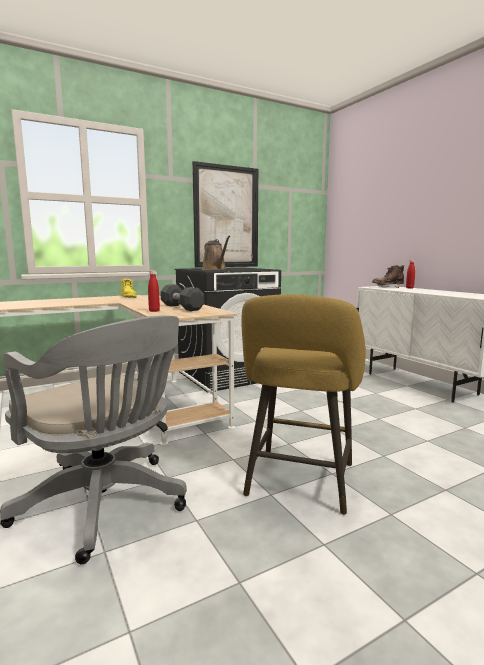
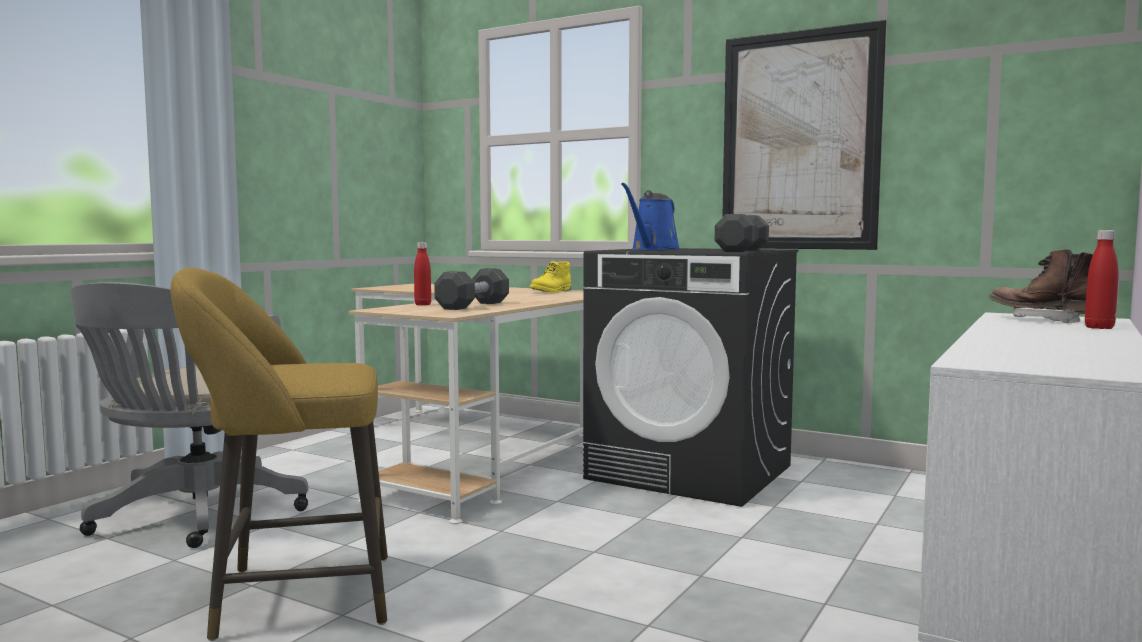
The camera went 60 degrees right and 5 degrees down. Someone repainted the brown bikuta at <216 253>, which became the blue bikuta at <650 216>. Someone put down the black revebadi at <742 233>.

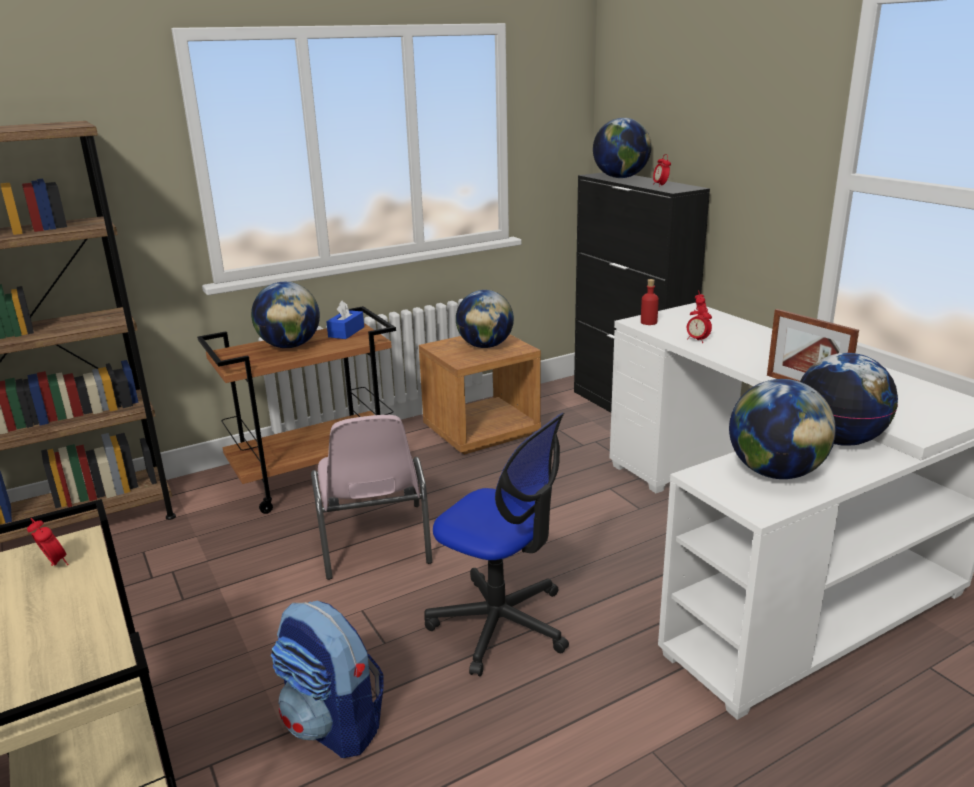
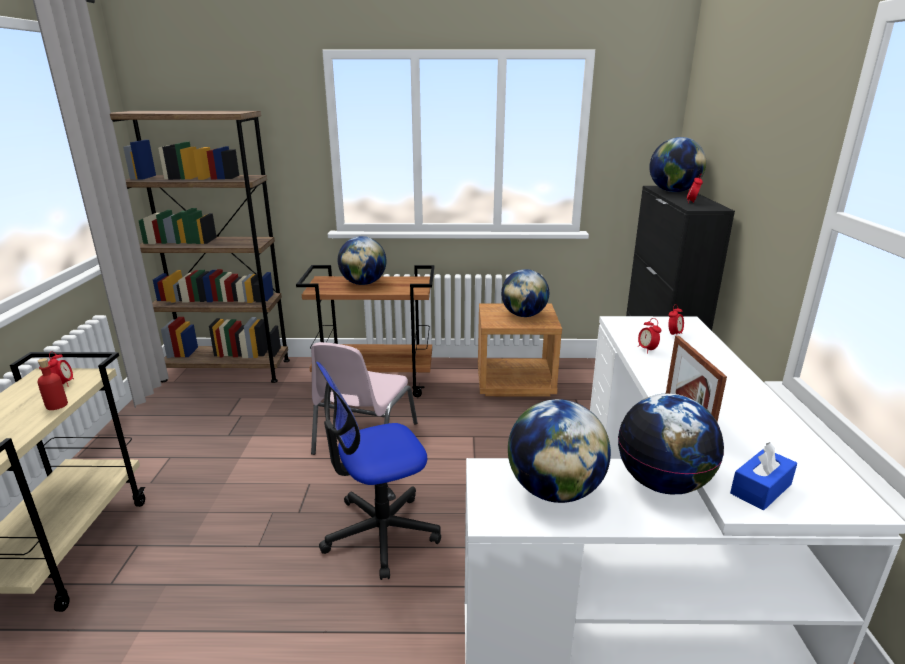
The camera went 30 degrees right and 0 degrees up. Someone carried the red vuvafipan from <650 302> to <52 384>. Someone rotated the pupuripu at <496 544> by 90 degrees clockwise. Someone carried the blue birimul from <345 319> to <763 476>. Someone took away the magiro at <327 679>.

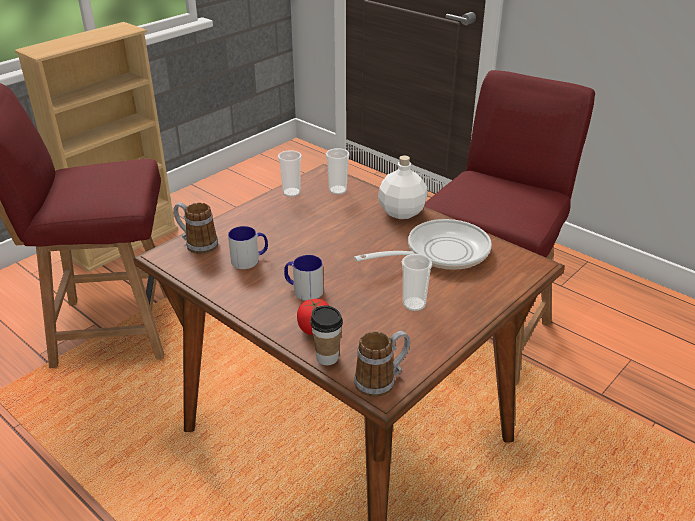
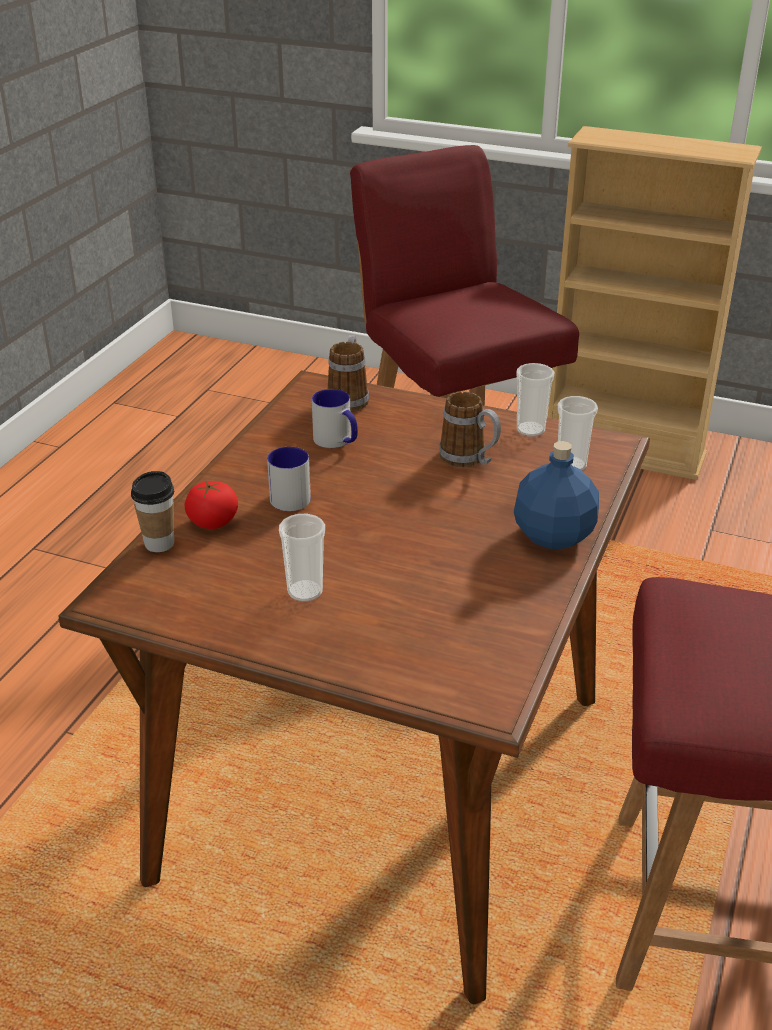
The camera went 70 degrees right and 0 degrees up. Someone carried the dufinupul from <382 364> to <470 429>. Someone repainted the white vuvafipan at <403 187>, which became the blue vuvafipan at <556 495>. Someone took away the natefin at <423 244>.

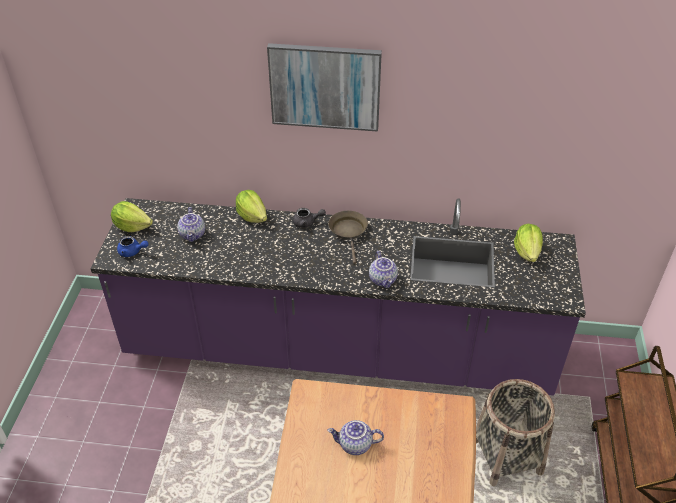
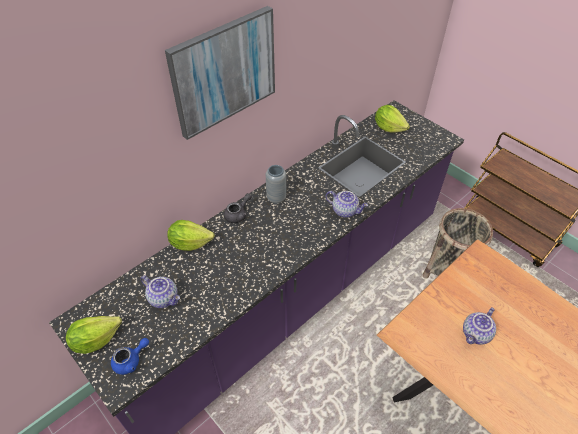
The camera went 50 degrees left and 5 degrees up. Someone swapped the brown natefin at <348 237> for the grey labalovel at <276 184>.

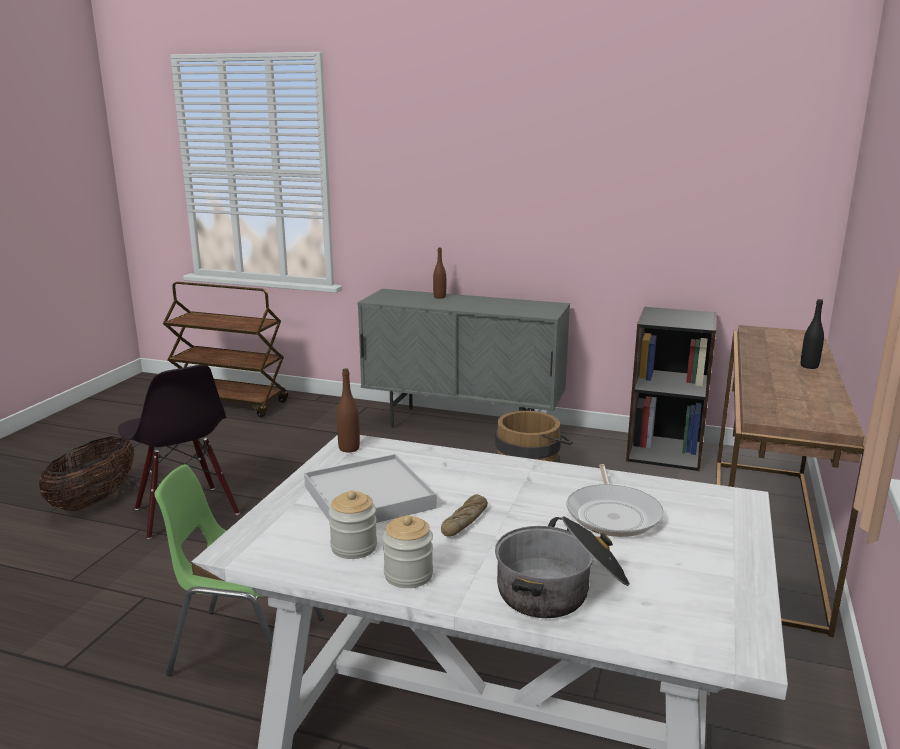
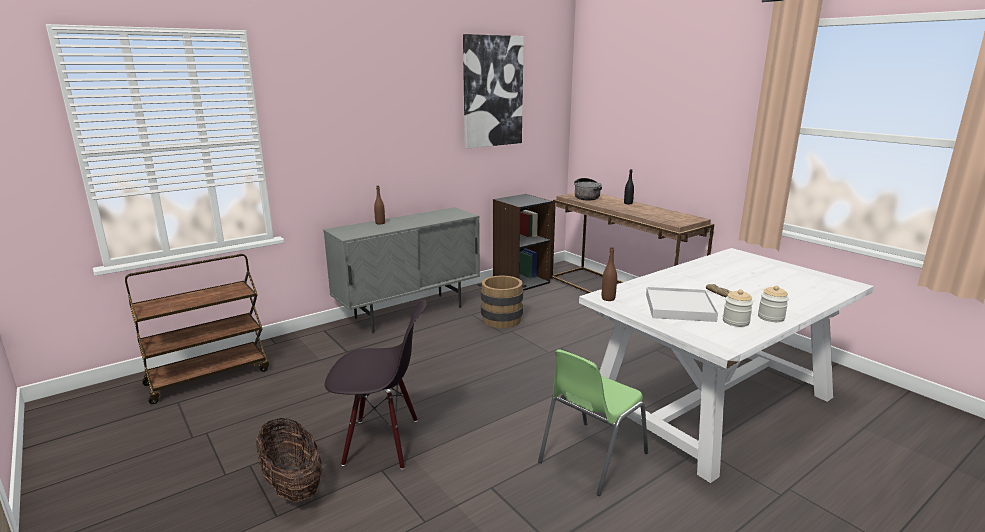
The camera went 55 degrees left and 0 degrees up. Someone put up the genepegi at <493 91>. Someone carried the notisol from <562 567> to <588 189>. Someone took away the natefin at <615 500>.

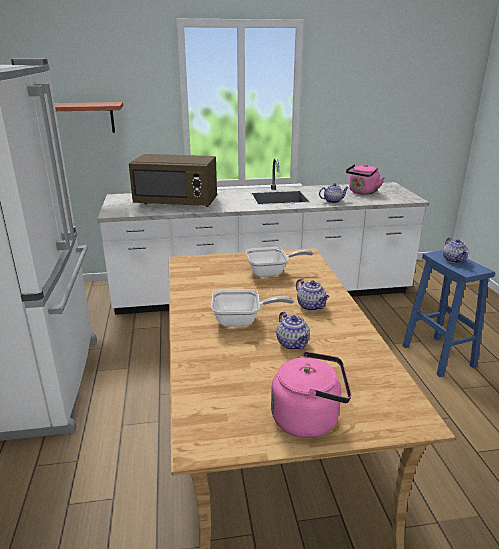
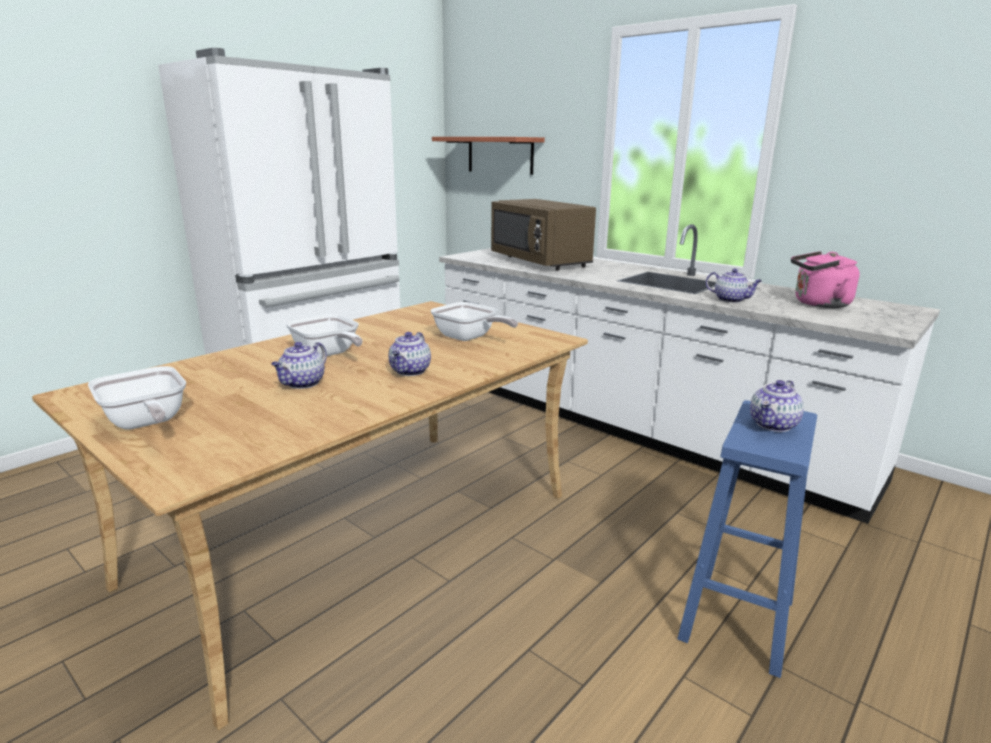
The camera went 50 degrees right and 5 degrees down. Someone swapped the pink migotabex at <311 394> for the natefin at <137 398>.

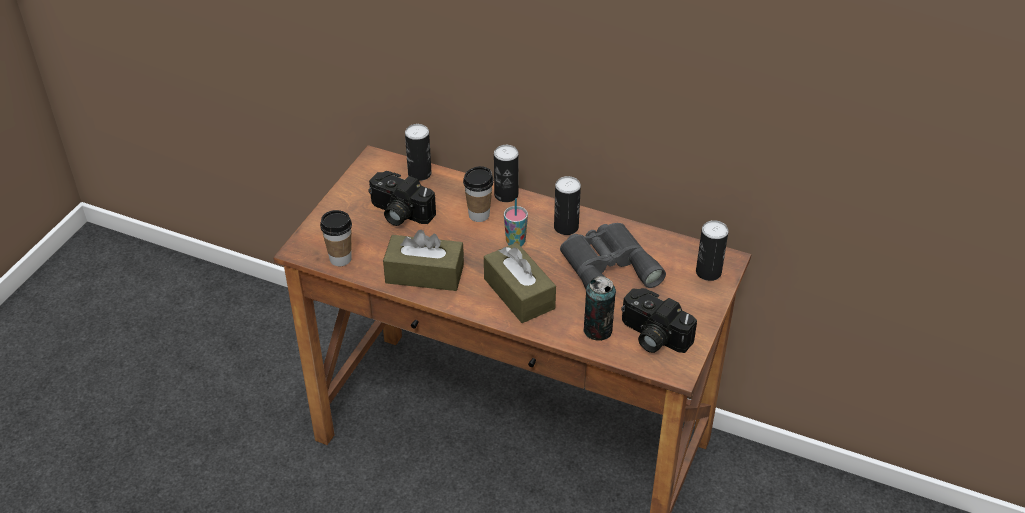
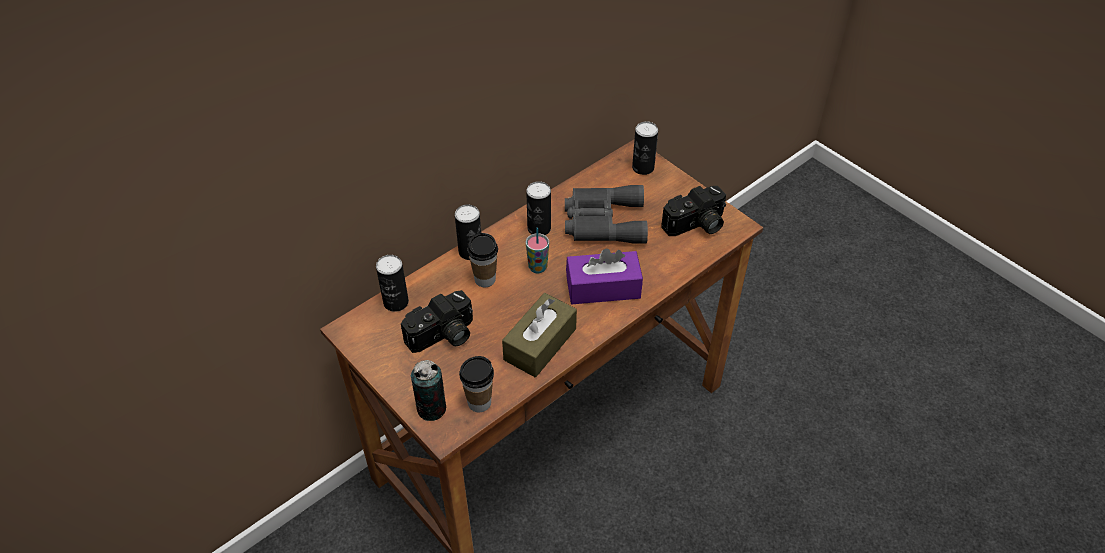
The camera went 65 degrees left and 5 degrees up. Someone carried the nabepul from <599 308> to <428 390>. Someone repainted the brown birimul at <520 282>, which became the purple birimul at <604 276>.

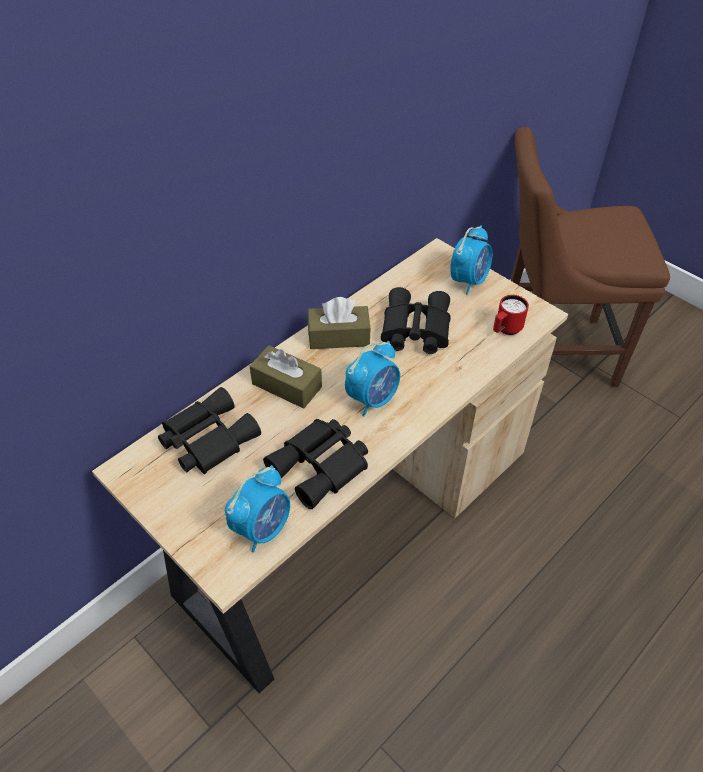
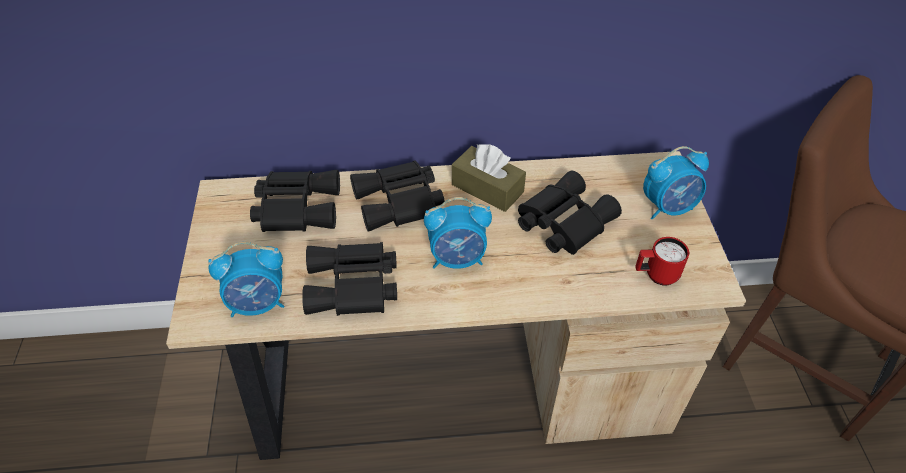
The camera went 40 degrees right and 0 degrees up. Someone swapped the brown birimul at <286 377> for the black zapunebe at <397 196>.

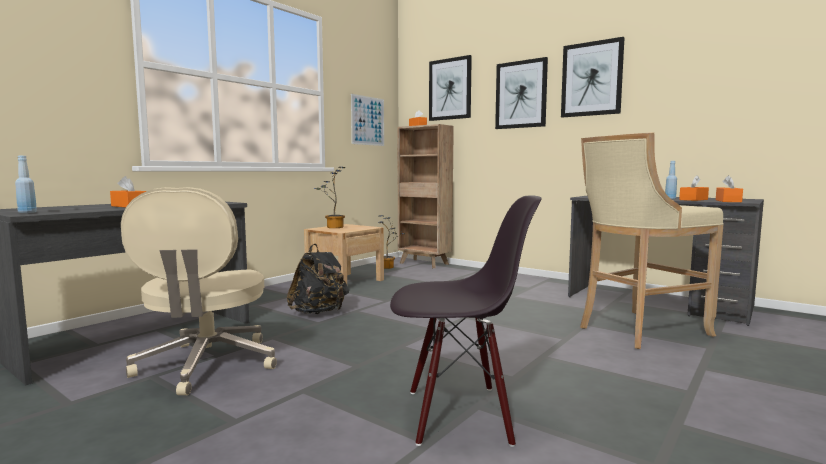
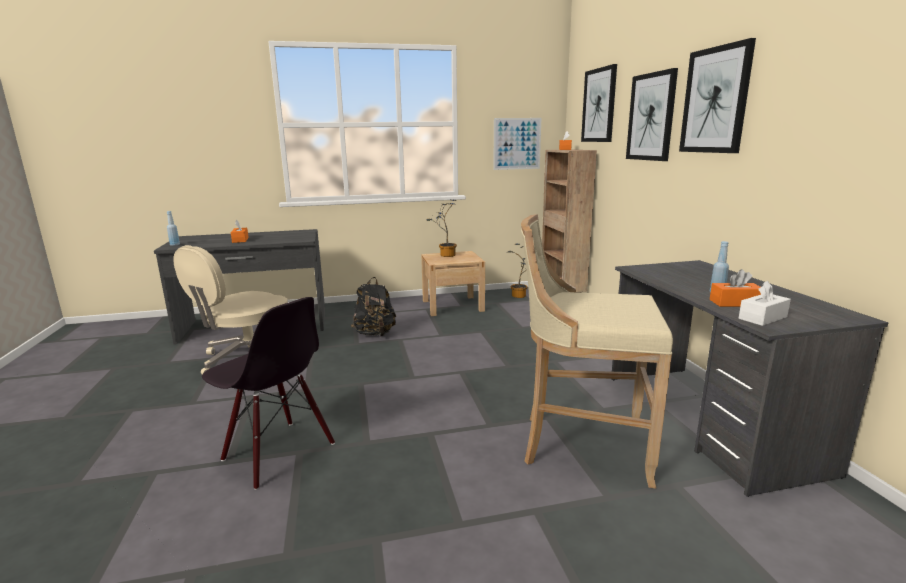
The camera went 40 degrees right and 10 degrees up. Someone repainted the orange birimul at <729 188>, which became the white birimul at <765 303>.

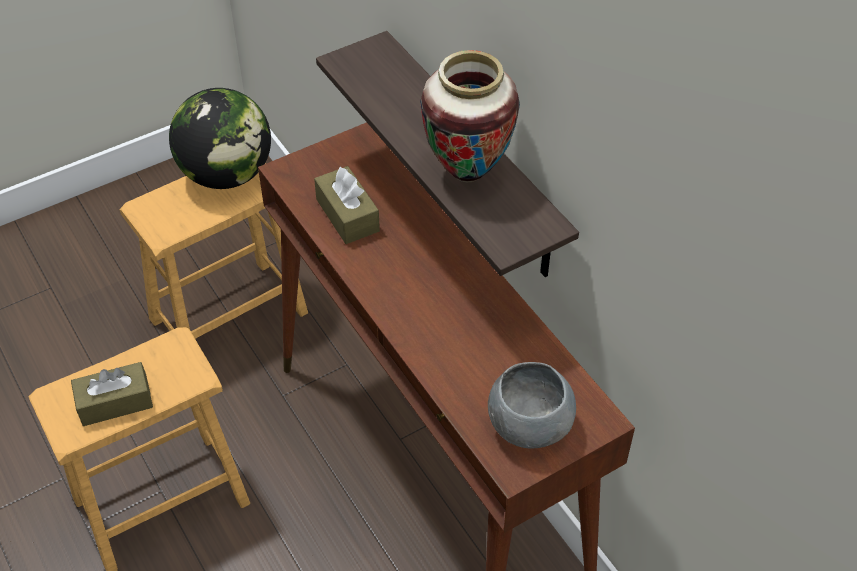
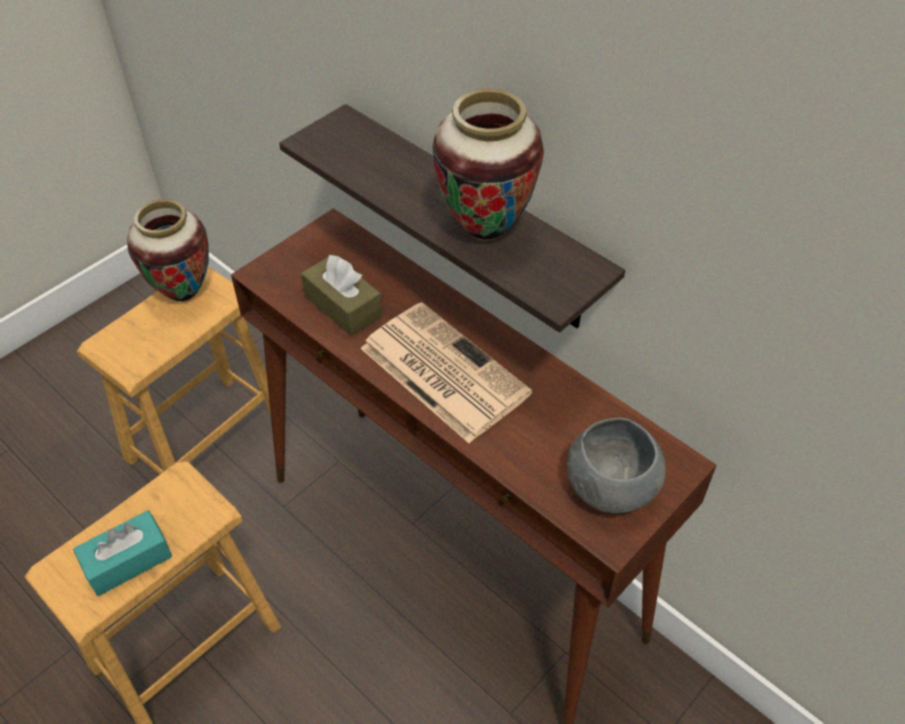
The camera went 15 degrees left and 0 degrees up. Someone repainted the brown birimul at <112 394>, which became the turquoise birimul at <122 553>. Someone swapped the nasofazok at <220 138> for the labalovel at <168 250>. Someone put down the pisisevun at <446 372>.

